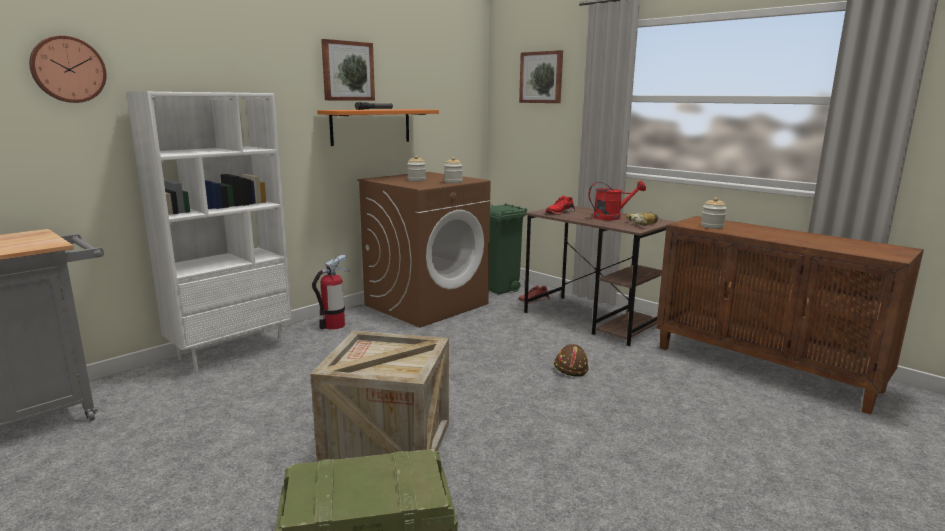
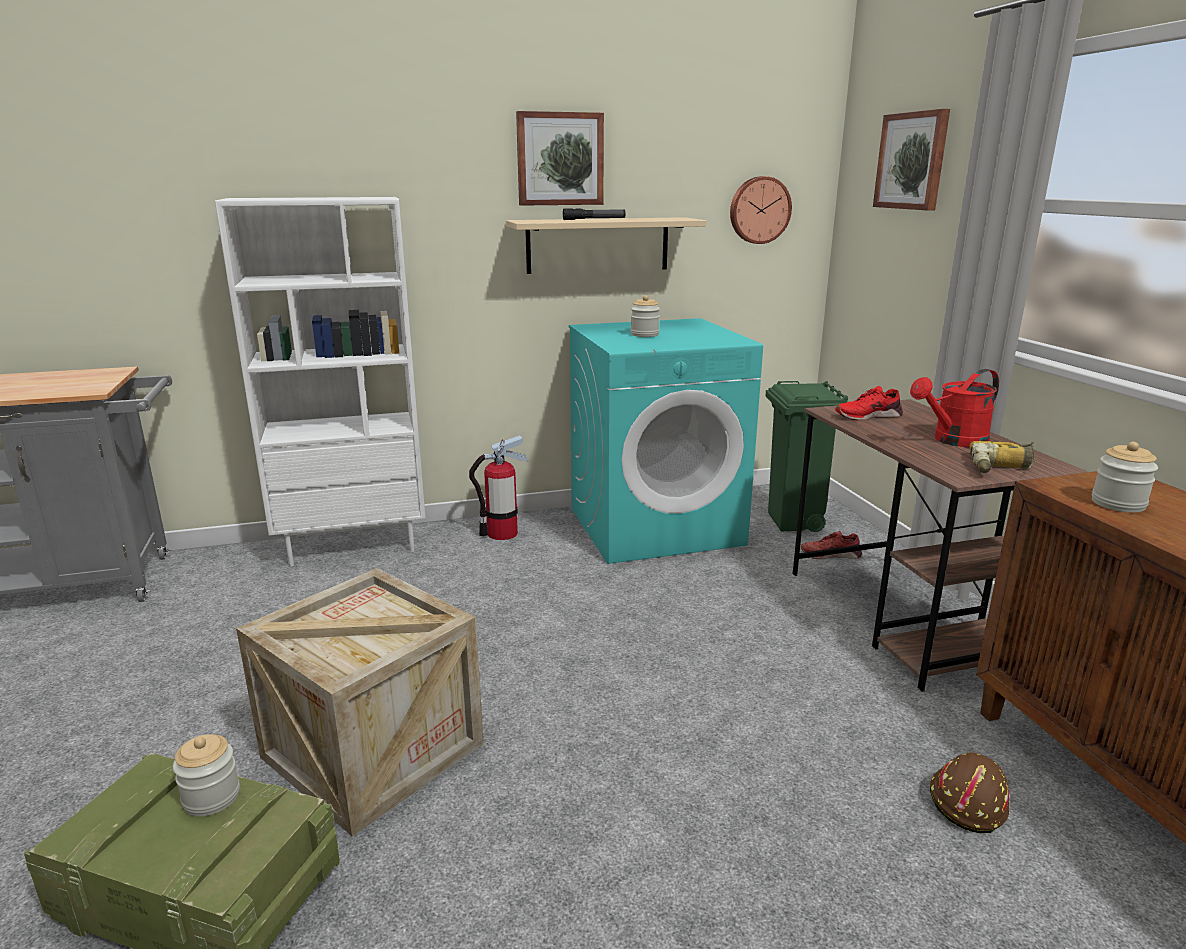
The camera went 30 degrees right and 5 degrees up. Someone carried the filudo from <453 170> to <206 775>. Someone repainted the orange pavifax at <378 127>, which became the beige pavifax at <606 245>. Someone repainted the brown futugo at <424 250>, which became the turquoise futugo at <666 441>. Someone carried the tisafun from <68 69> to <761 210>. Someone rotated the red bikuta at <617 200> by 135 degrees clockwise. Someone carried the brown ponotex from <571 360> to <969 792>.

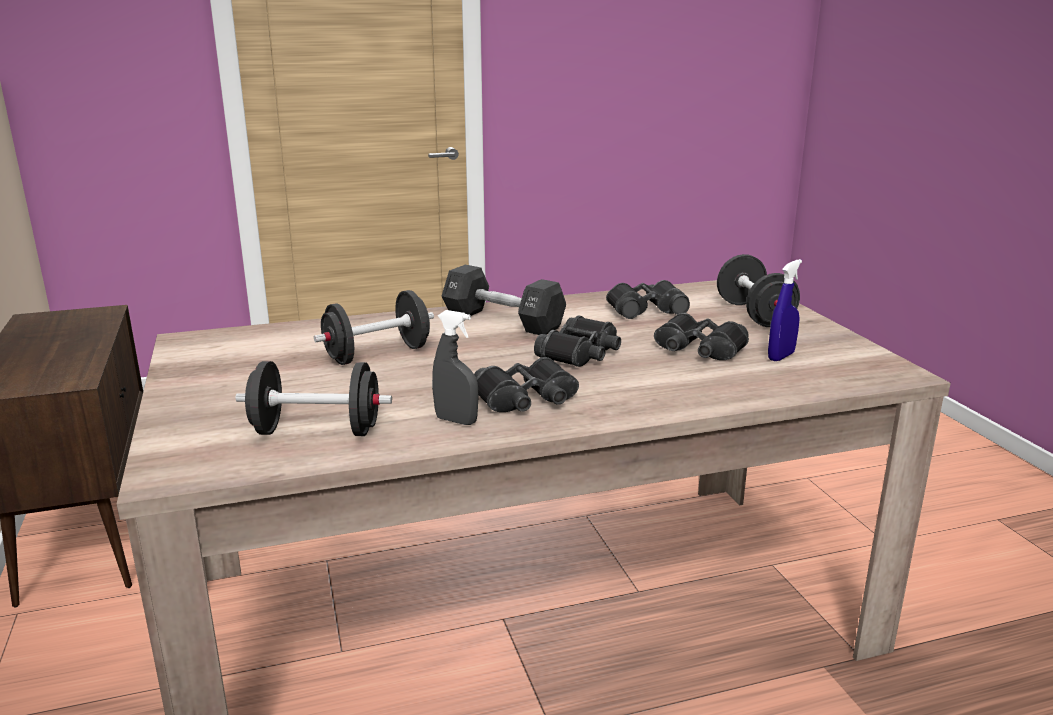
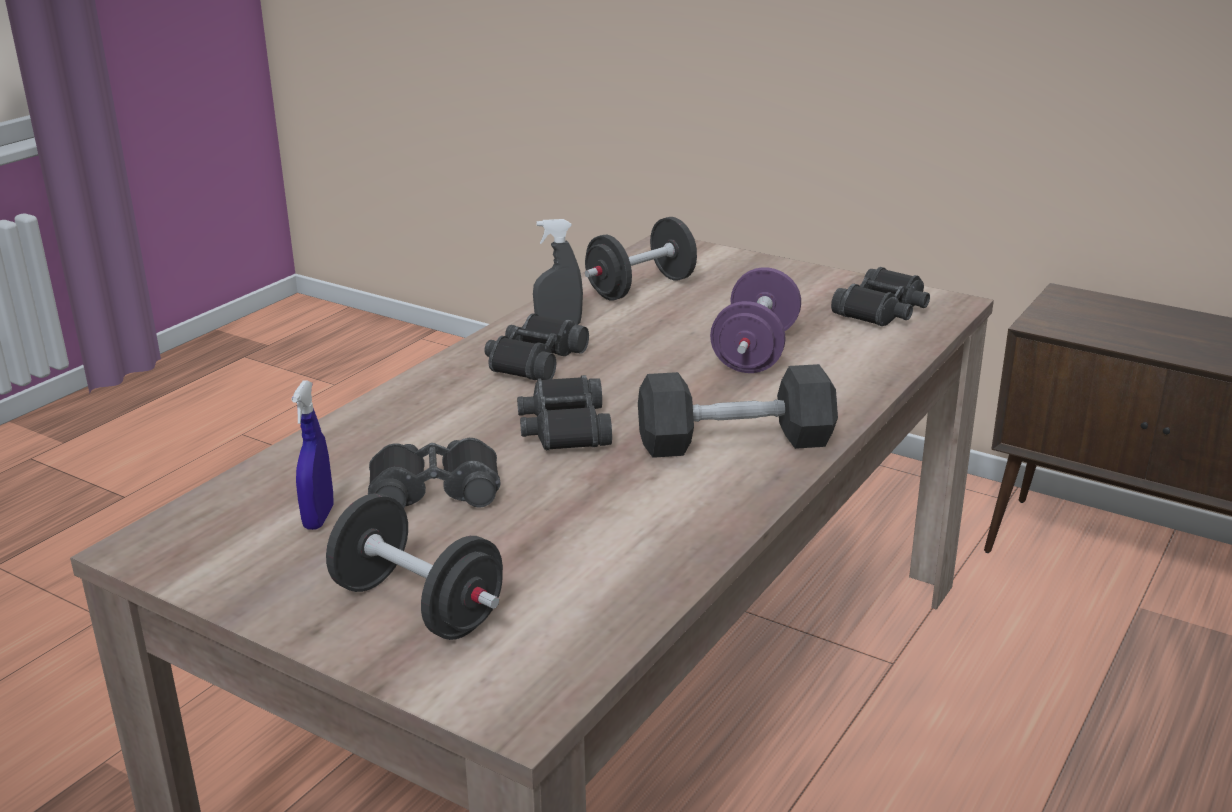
The camera went 140 degrees right and 5 degrees up. Someone repainted the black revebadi at <374 327>, which became the purple revebadi at <755 320>. Someone carried the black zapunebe from <648 299> to <880 296>.

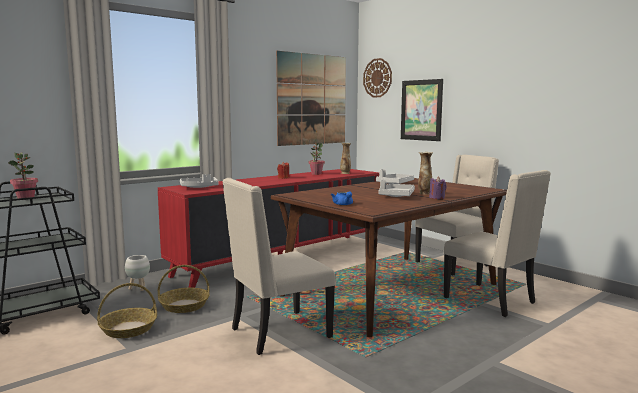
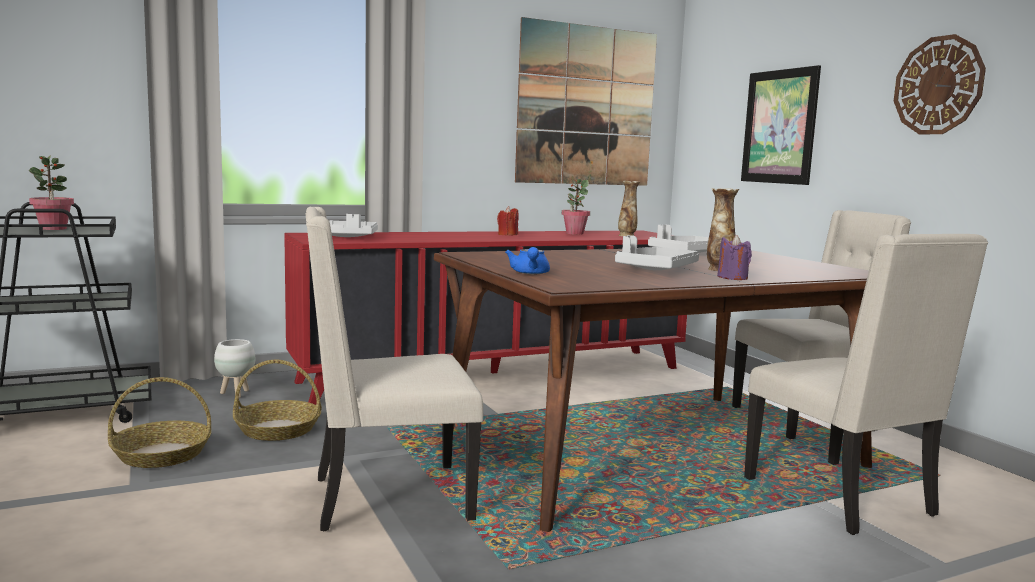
The camera went 15 degrees right and 0 degrees up. Someone carried the tisafun from <377 77> to <940 84>.

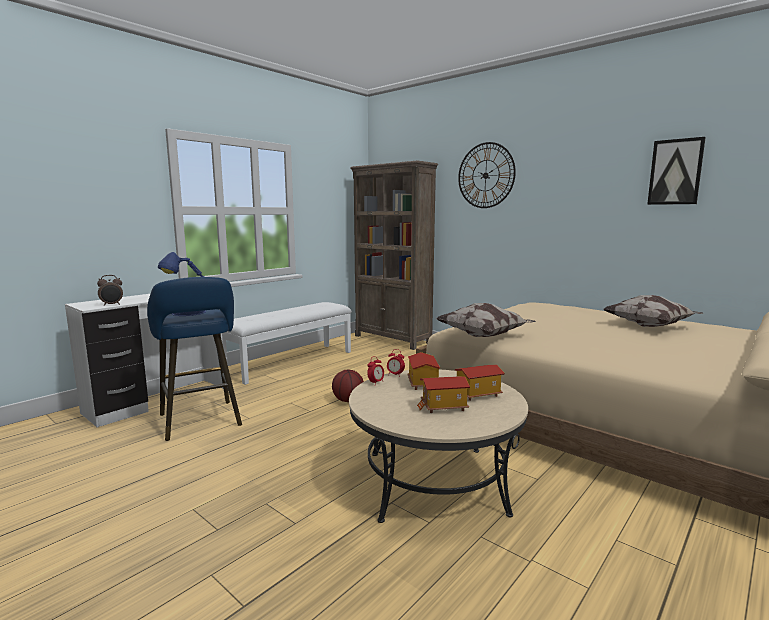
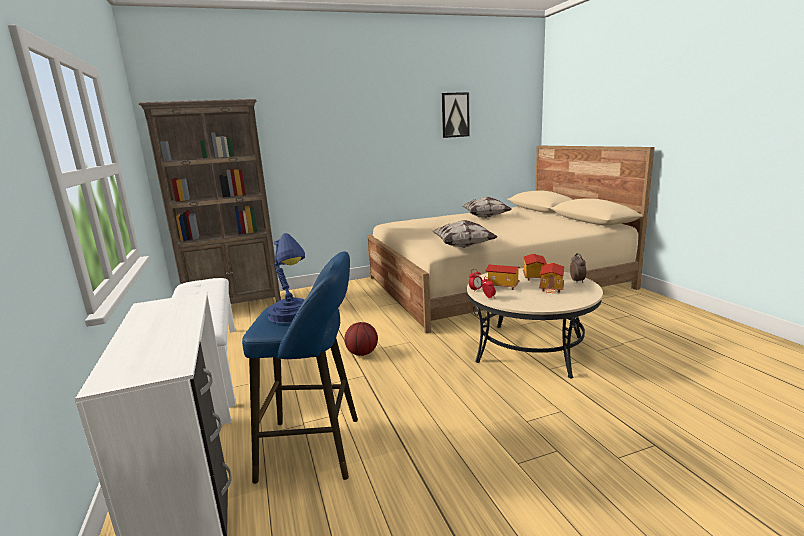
The camera went 60 degrees left and 5 degrees up. Someone carried the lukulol from <110 290> to <578 268>. Someone took away the tisafun at <487 175>.

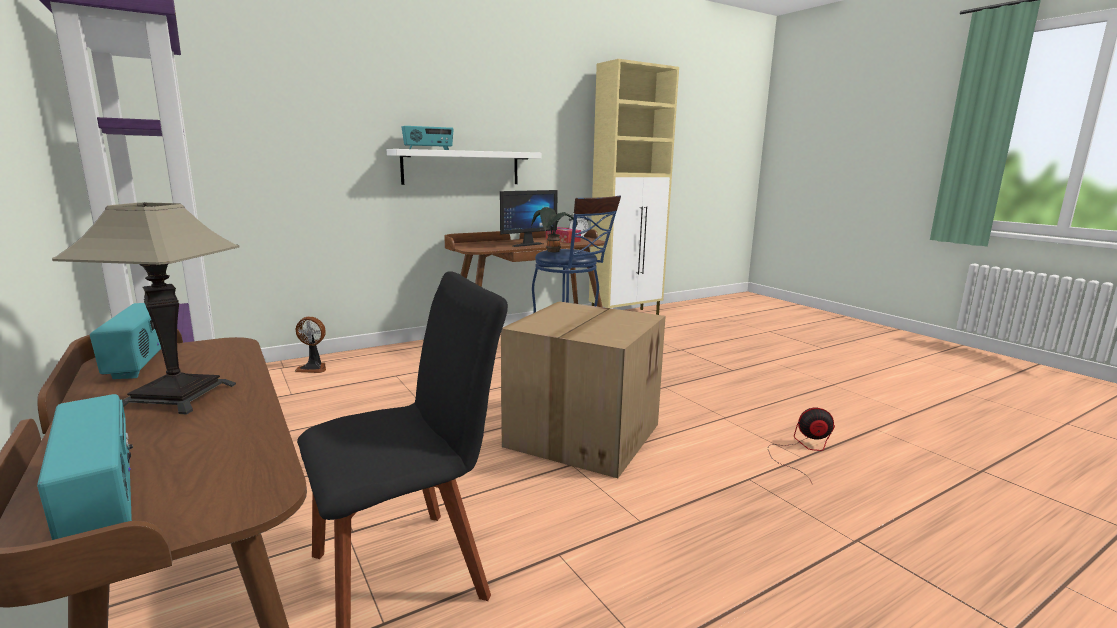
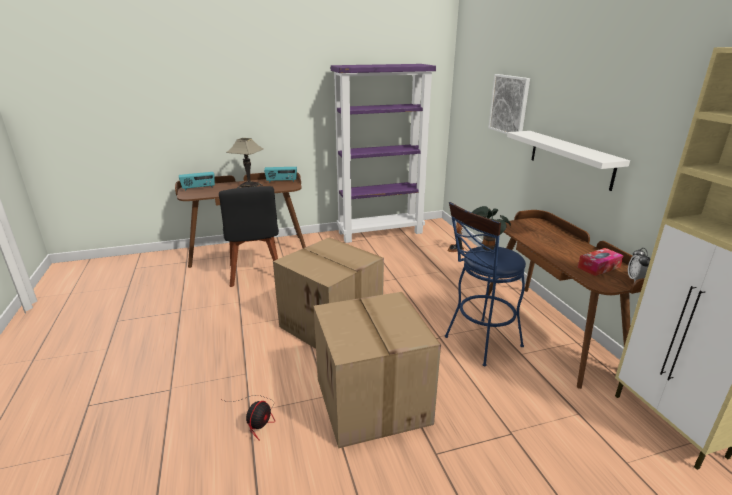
The camera went 105 degrees right and 10 degrees up. Someone put down the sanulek at <377 370>. Someone put up the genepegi at <509 104>. Someone took away the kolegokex at <427 138>. Someone took away the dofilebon at <529 218>.

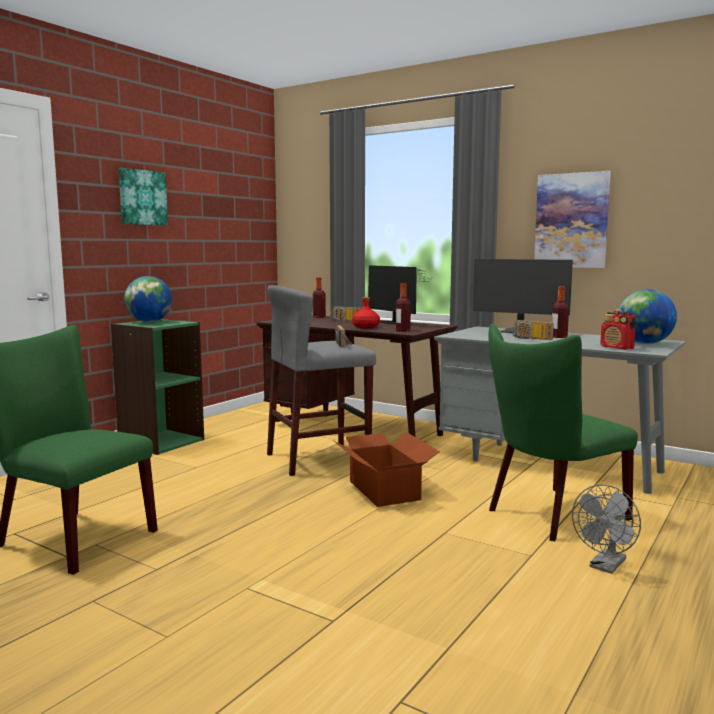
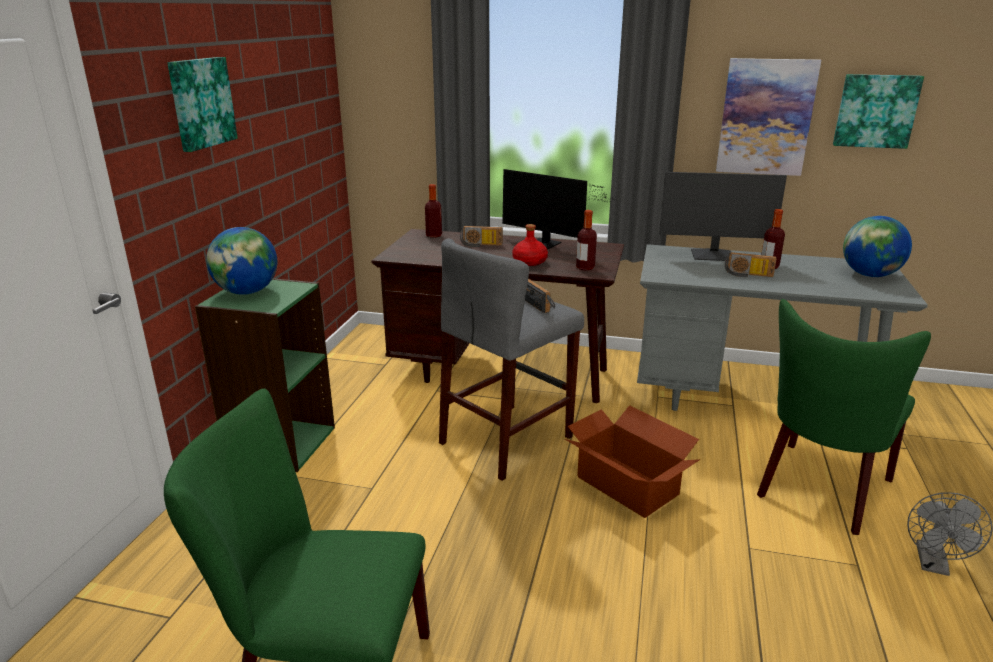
The camera went 20 degrees left and 15 degrees up. Someone put up the genepegi at <878 111>. Someone took away the kolegokex at <618 329>.

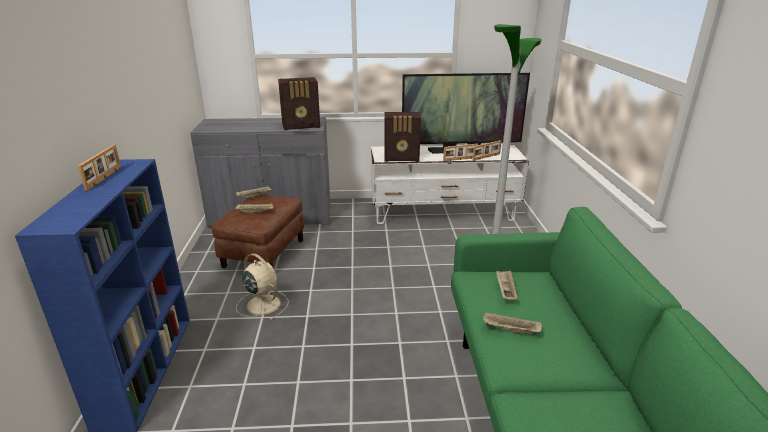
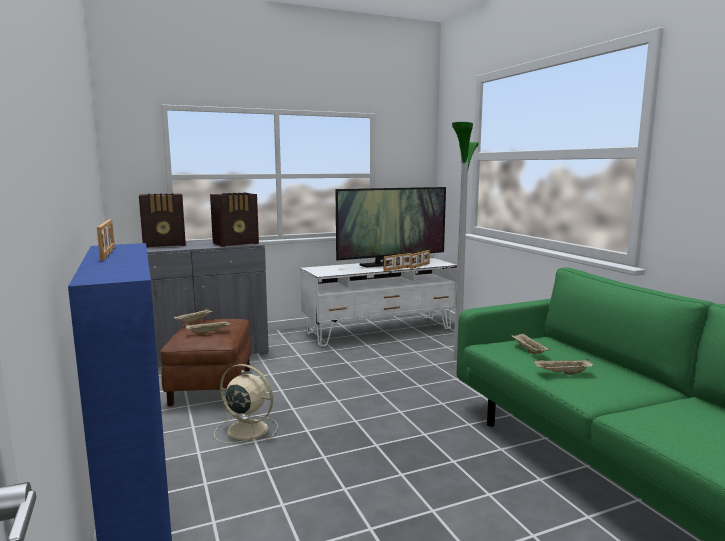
The camera went 20 degrees left and 15 degrees down. Someone carried the kolegokex from <402 137> to <162 220>.

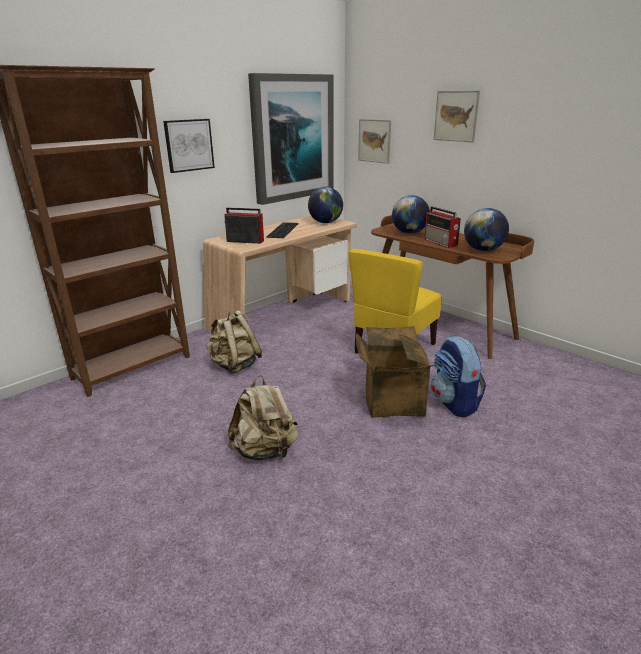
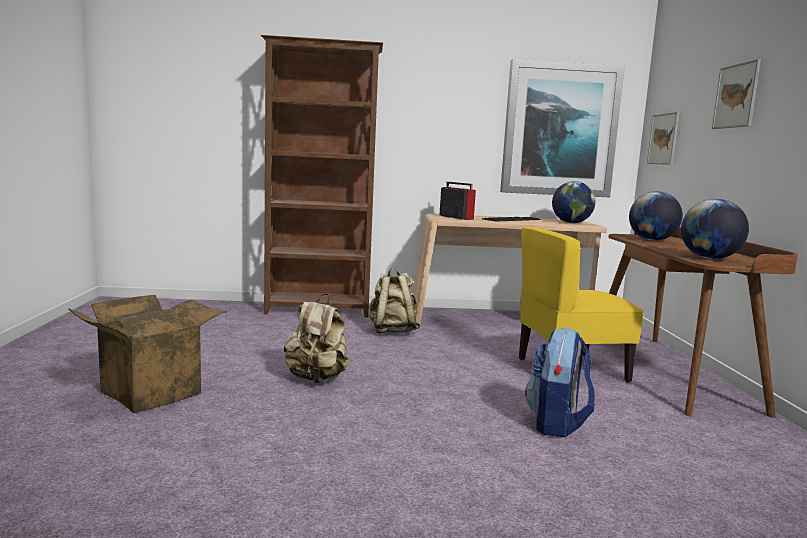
The camera went 40 degrees right and 15 degrees down. Someone carried the sanulek from <396 372> to <147 354>. Someone took away the genepegi at <189 146>. Someone took away the kolegokex at <442 227>.

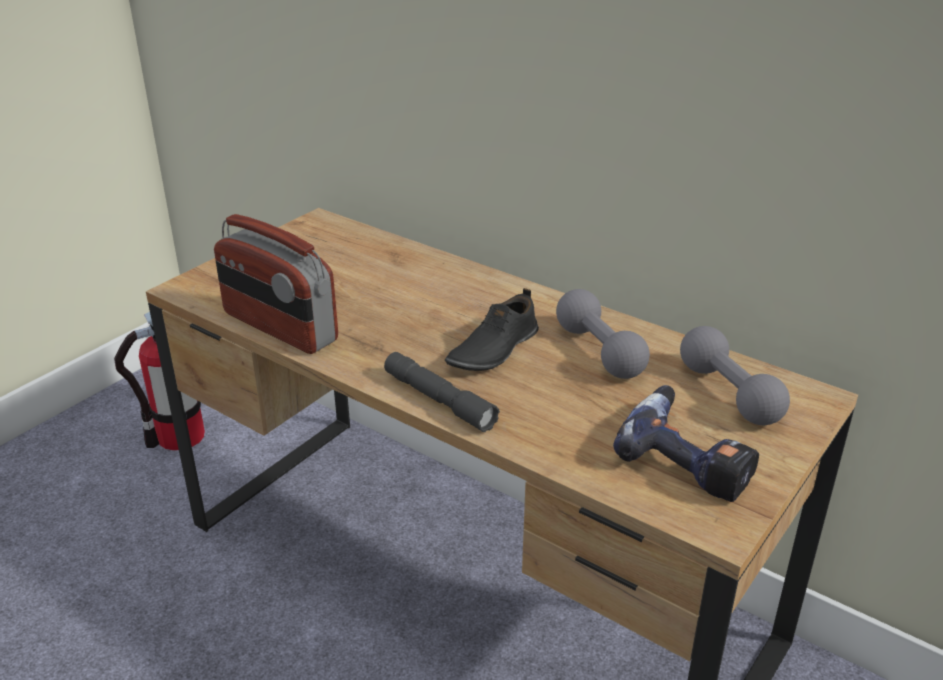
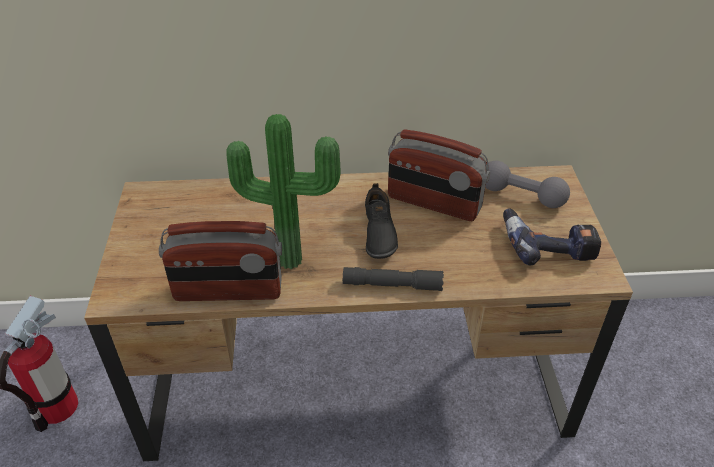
The camera went 40 degrees left and 10 degrees up. Someone put down the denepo at <283 191>. Someone swapped the grey revebadi at <603 334> for the kolegokex at <439 175>.

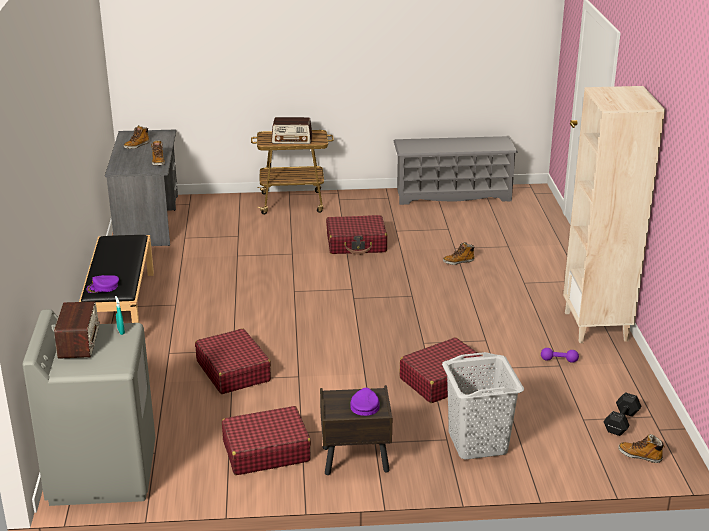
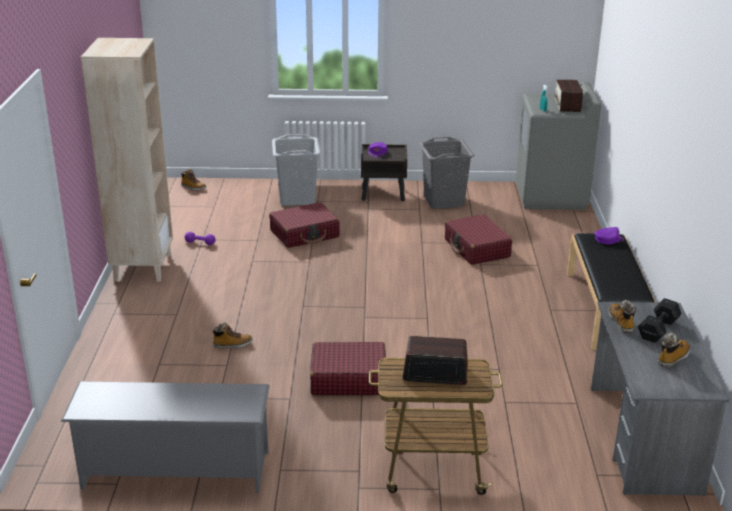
The camera went 175 degrees left and 0 degrees up. Someone swapped the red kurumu at <266 440> for the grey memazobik at <447 173>. Someone carried the black revebadi from <622 414> to <660 320>.

